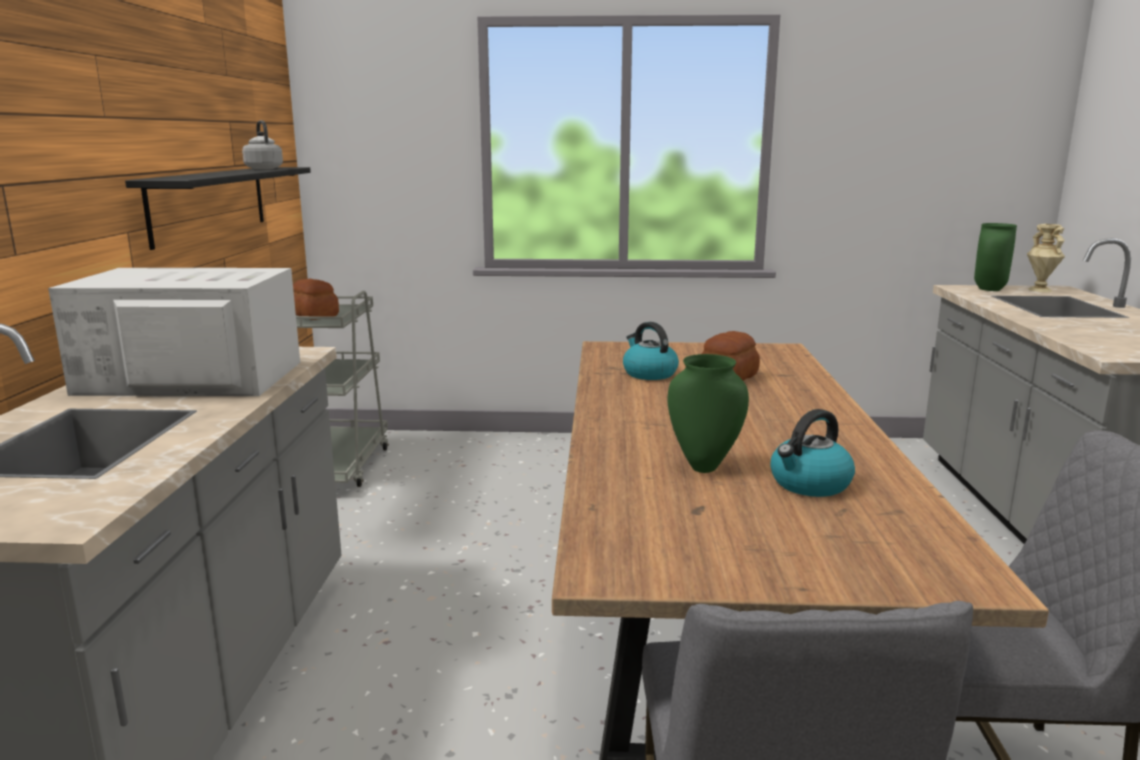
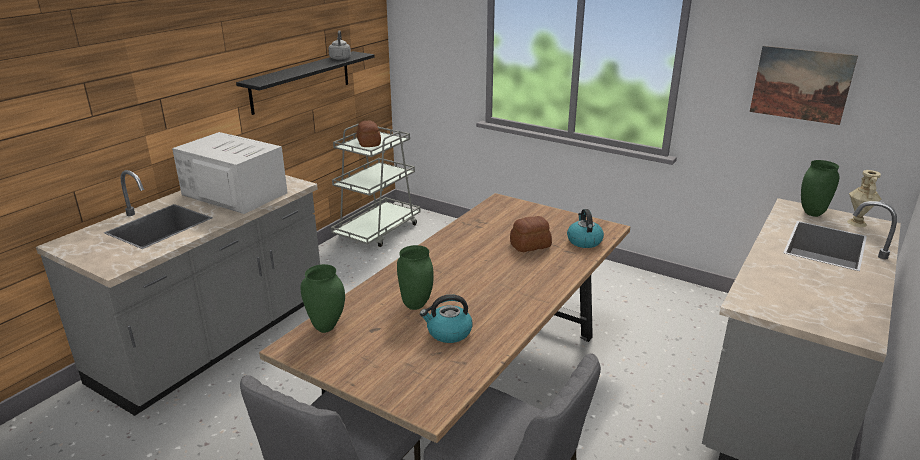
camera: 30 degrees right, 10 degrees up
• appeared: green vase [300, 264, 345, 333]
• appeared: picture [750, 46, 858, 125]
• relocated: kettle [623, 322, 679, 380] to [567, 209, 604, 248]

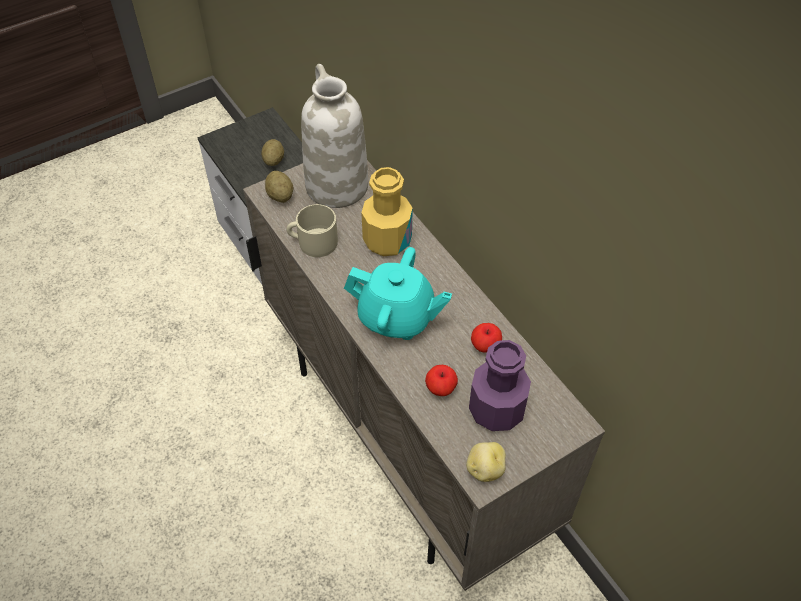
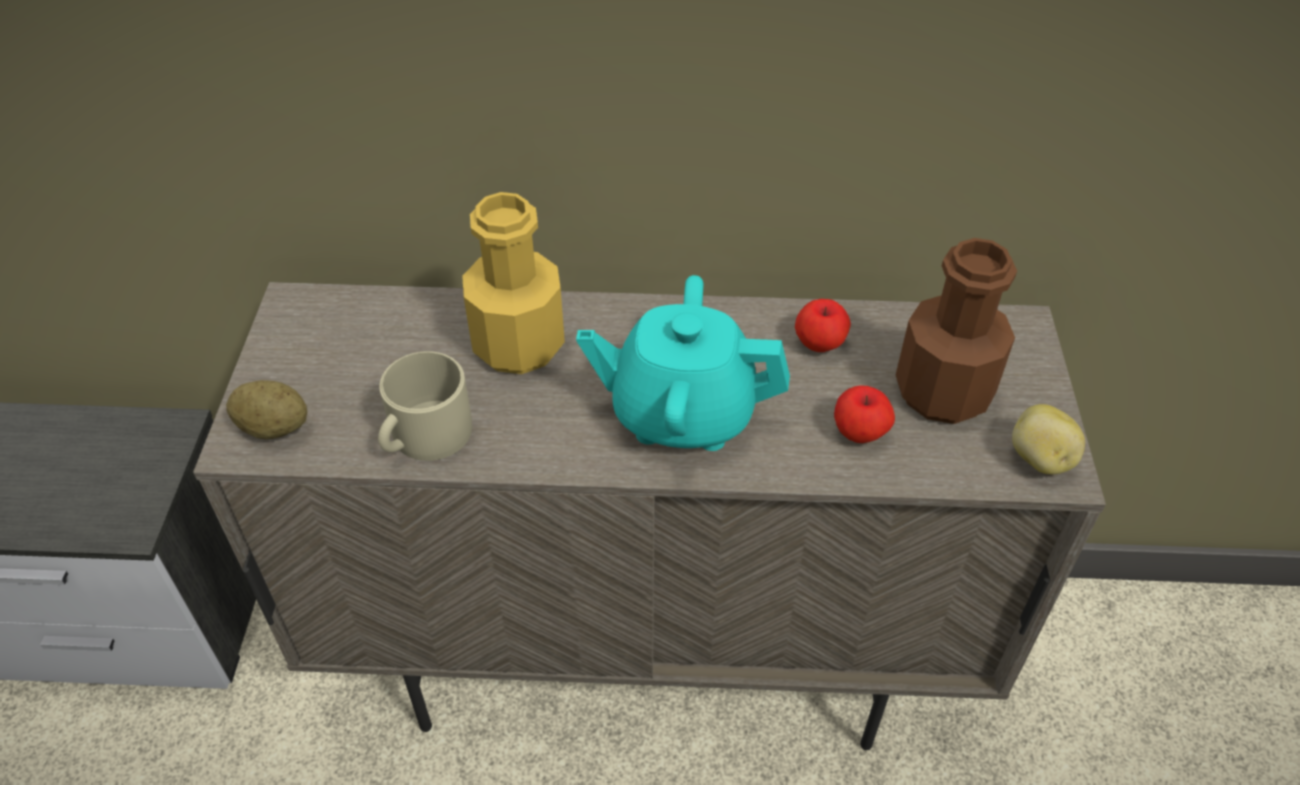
camera: 55 degrees left, 5 degrees down
• missing: potato [261, 139, 284, 166]
• missing: white vase [301, 64, 368, 208]
• colour: purple bottle [469, 340, 531, 431] to brown bottle [896, 238, 1017, 424]
• spun: turquoise teapot [344, 247, 452, 340] = [576, 275, 790, 451] 135 degrees counterclockwise

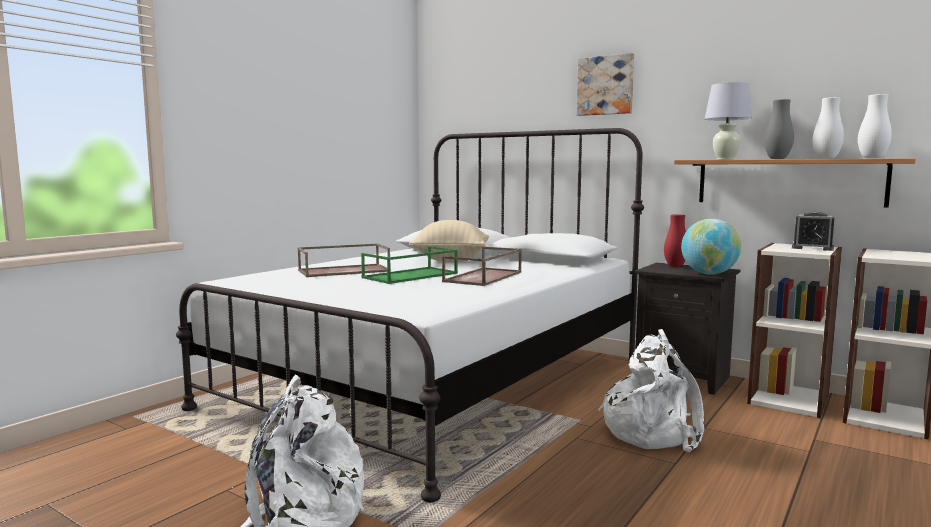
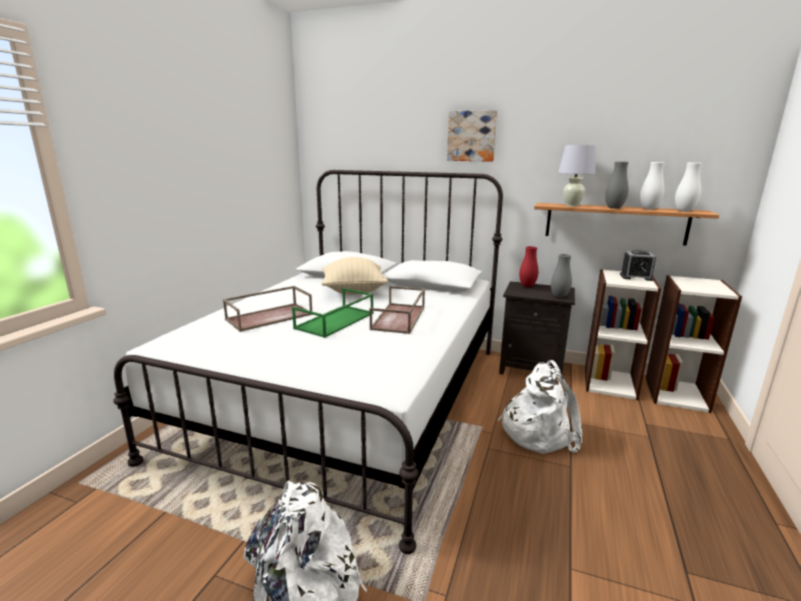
camera: 15 degrees left, 10 degrees up
• exchanged: globe [681, 219, 741, 275] to grey vase [551, 254, 572, 298]

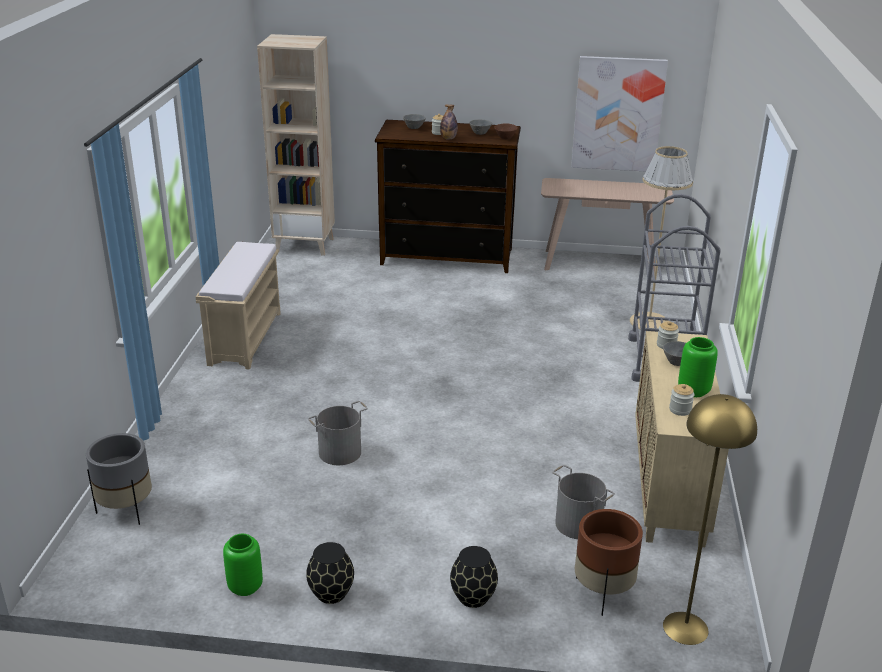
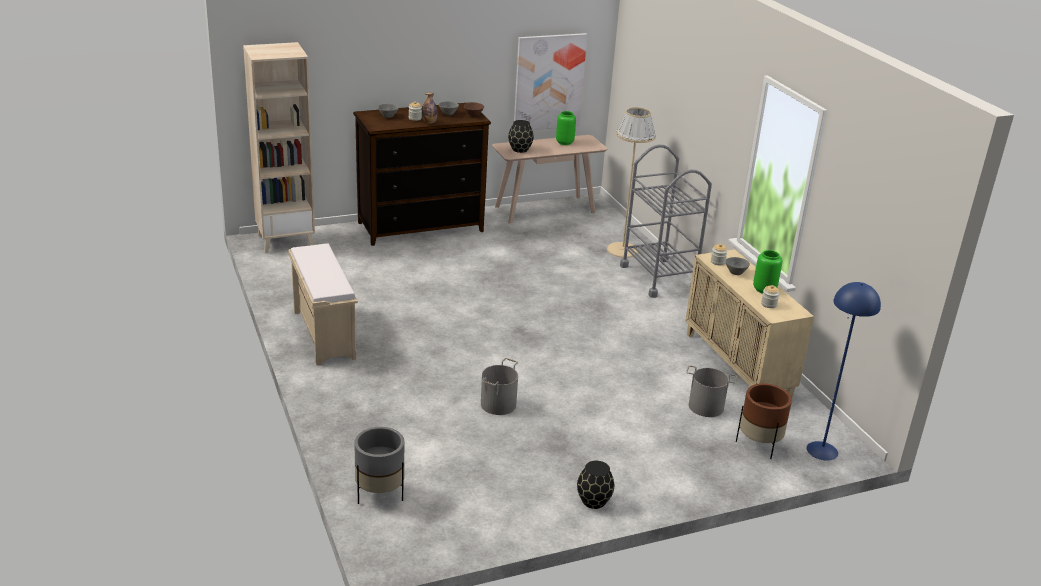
camera: 30 degrees left, 0 degrees up
• relocated: green vase [223, 534, 263, 596] to [556, 111, 576, 145]
• relocated: black vase [450, 546, 498, 608] to [508, 120, 533, 153]
• colour: yellow floor lamp [663, 394, 757, 645] to blue floor lamp [807, 282, 881, 461]

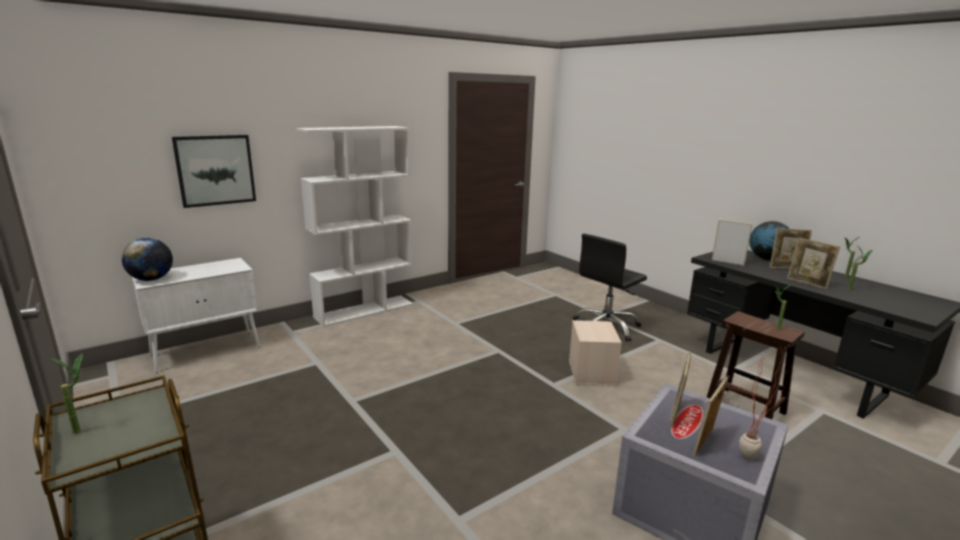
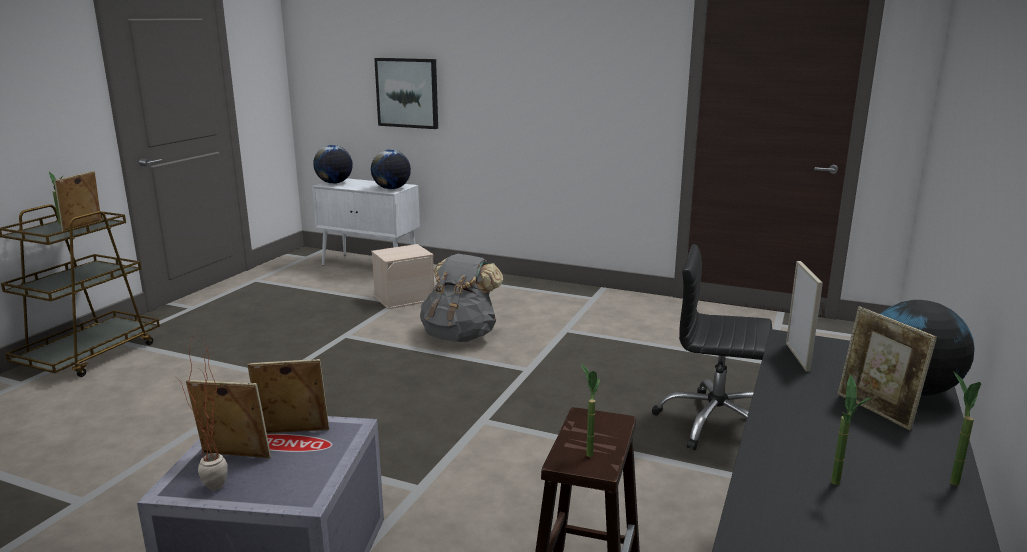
camera: 60 degrees right, 0 degrees up
• missing: white bookcase [296, 126, 413, 327]
• appeared: globe [371, 149, 411, 189]
• appeared: grey backpack [420, 254, 503, 342]
• relocated: beige storage box [569, 320, 622, 386] to [371, 244, 434, 309]
• relocated: picture frame [787, 237, 840, 289] to [54, 171, 101, 231]

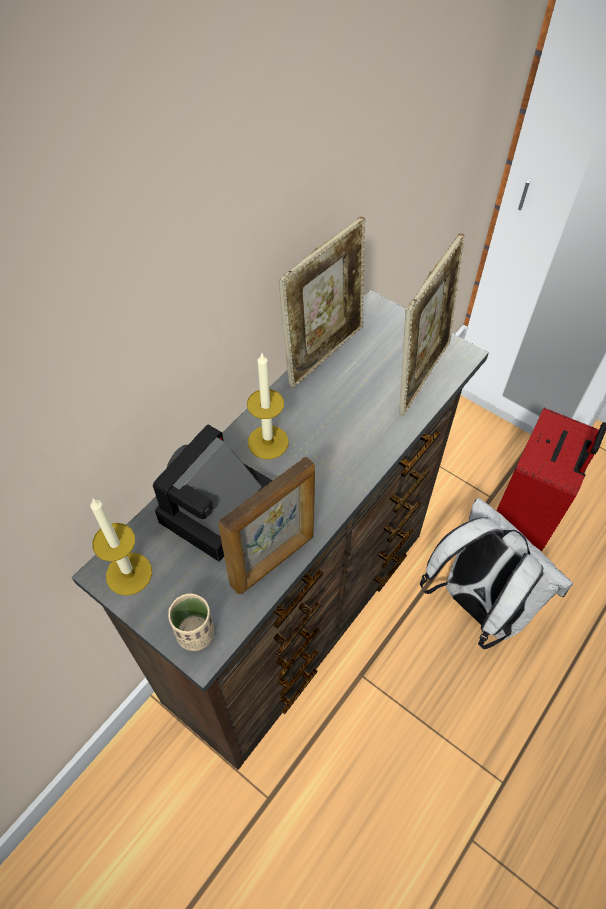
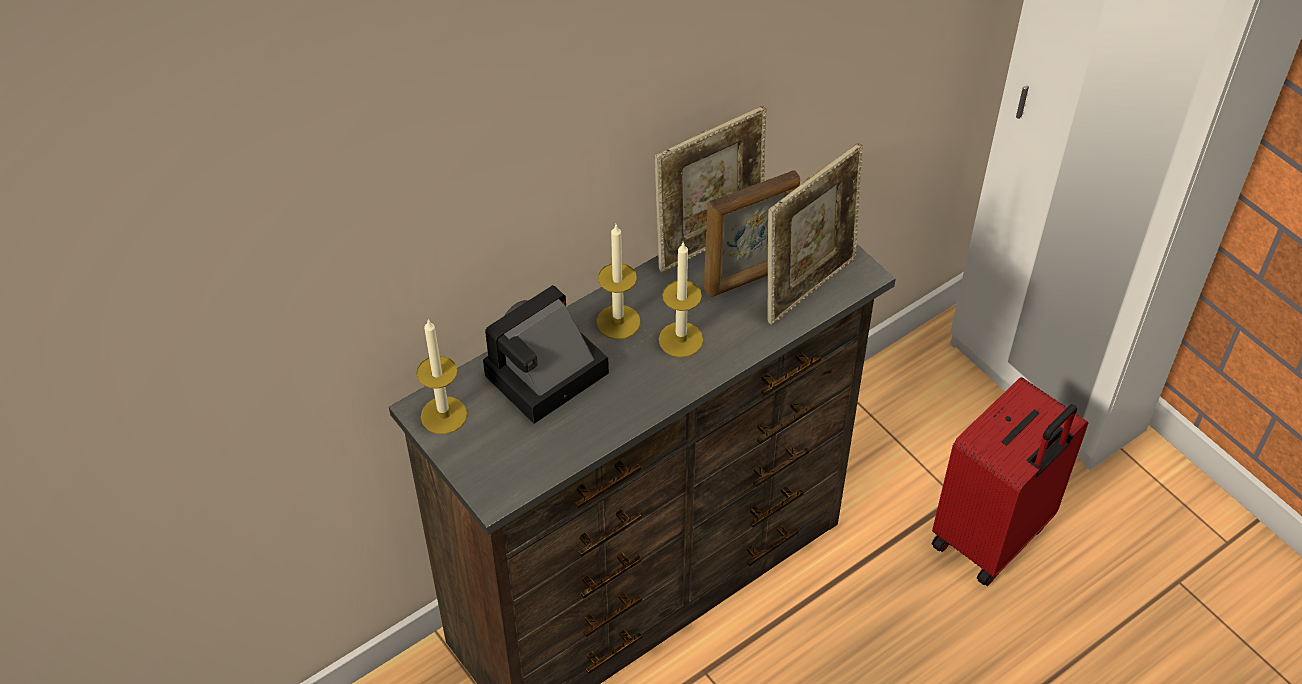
camera: 15 degrees right, 5 degrees down
• missing: beige cup [168, 594, 214, 651]
• missing: white backpack [420, 498, 573, 649]
• appeared: candle [659, 243, 704, 357]
• relocated: picture frame [218, 456, 315, 594] to [704, 170, 800, 297]

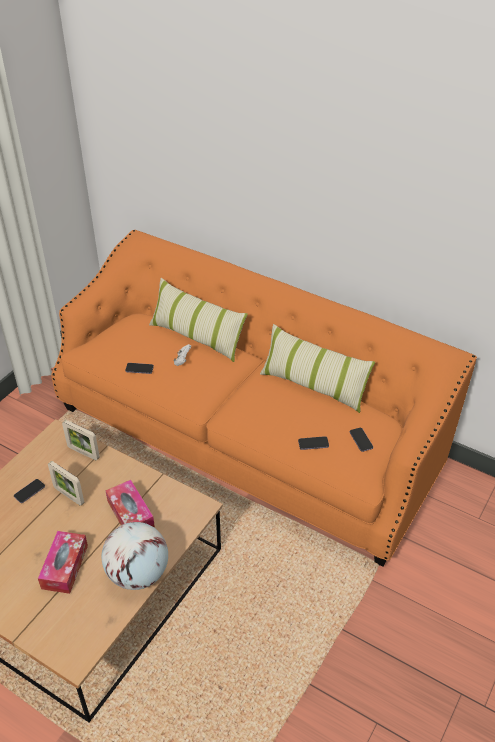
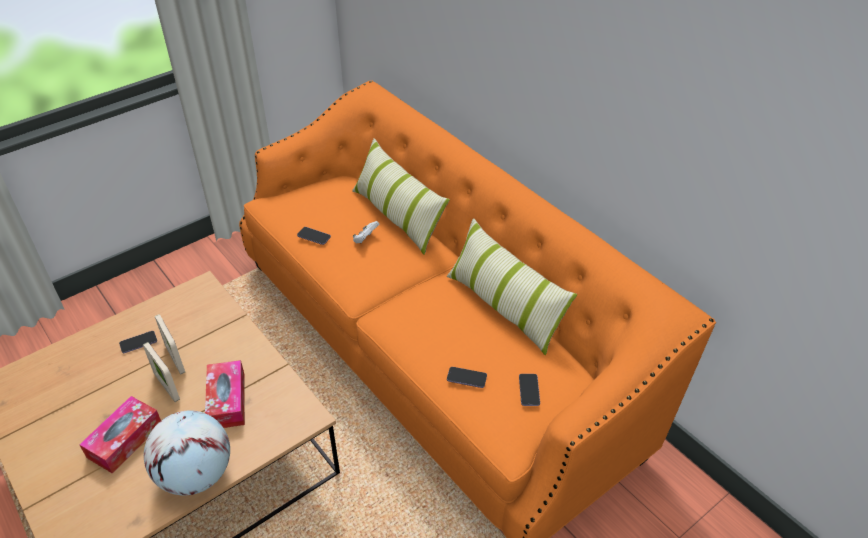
camera: 20 degrees right, 0 degrees up
• relocated: picture frame [62, 420, 100, 460] to [143, 342, 180, 402]

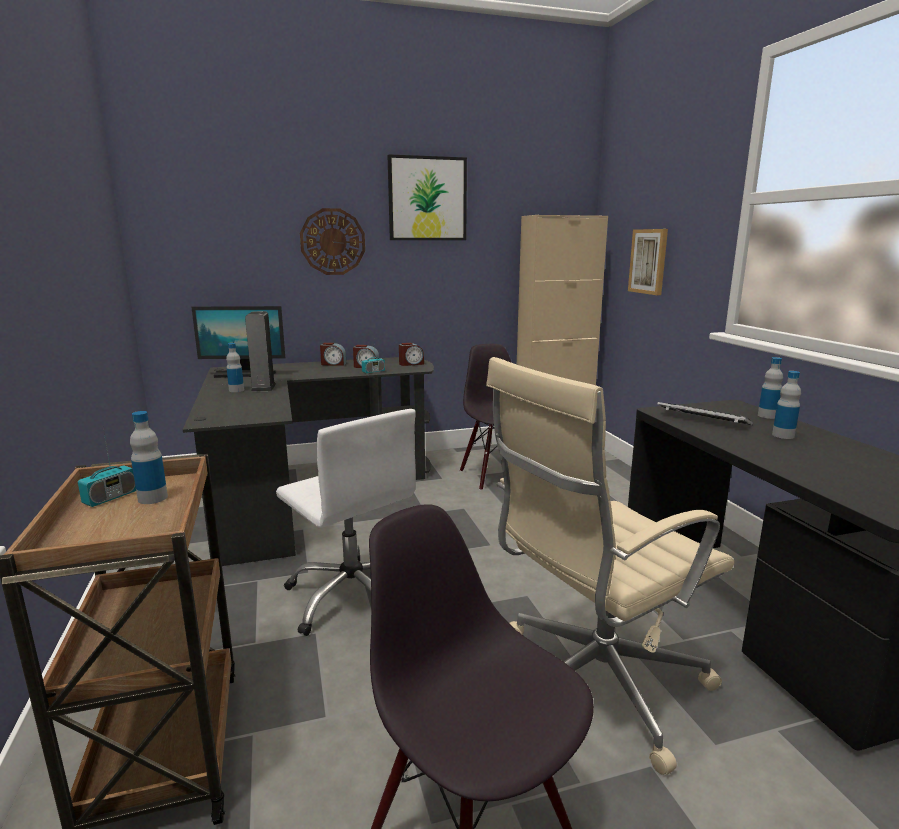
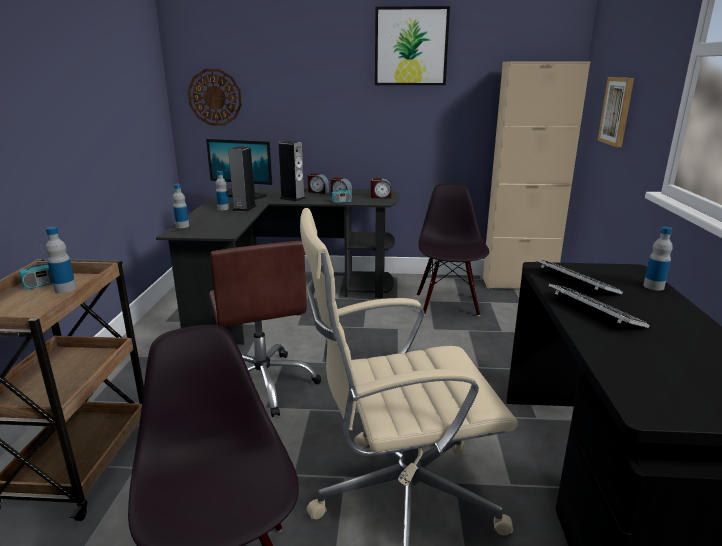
camera: 20 degrees right, 5 degrees up
• appeared: speaker [278, 141, 306, 202]
• appeared: keyboard [549, 284, 650, 328]
• relocated: wall clock [300, 208, 365, 275] to [188, 69, 242, 126]
• relocated: bottle [772, 371, 801, 439] to [173, 184, 189, 228]
• colour: white office chair [276, 409, 416, 636] to brown office chair [209, 241, 321, 417]

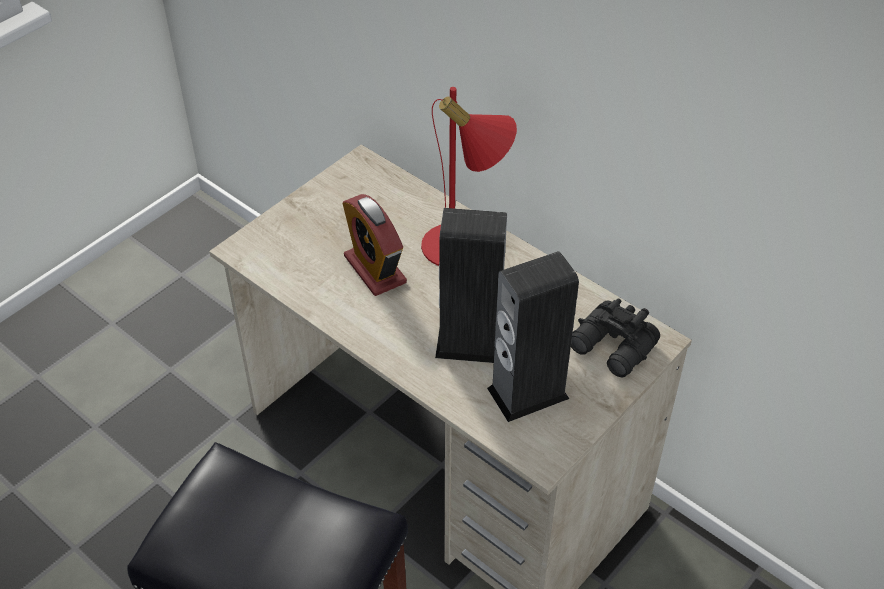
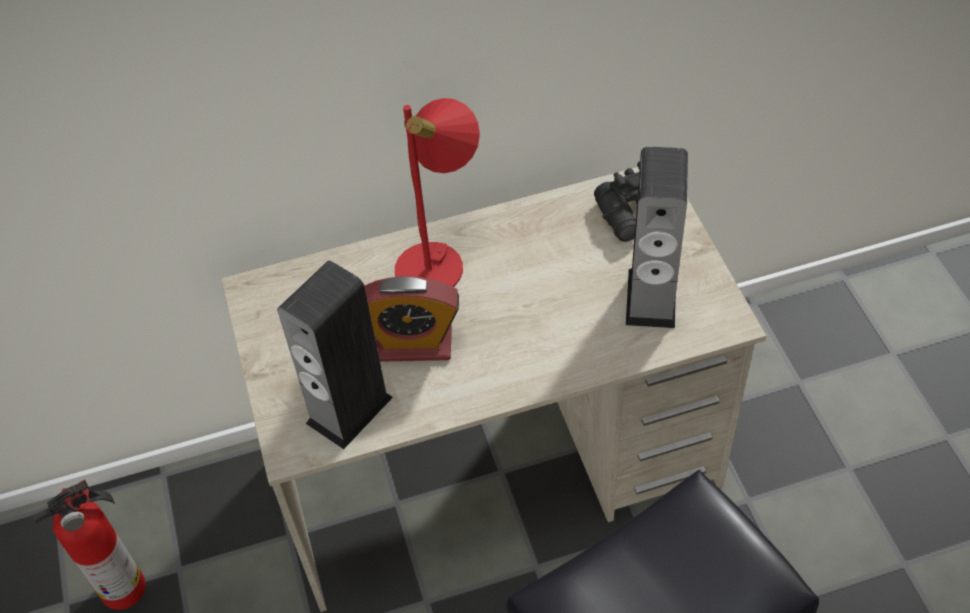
camera: 55 degrees left, 5 degrees up
• appeared: fire extinguisher [33, 480, 146, 610]
• relocated: speaker [435, 208, 507, 363] to [277, 260, 393, 449]

